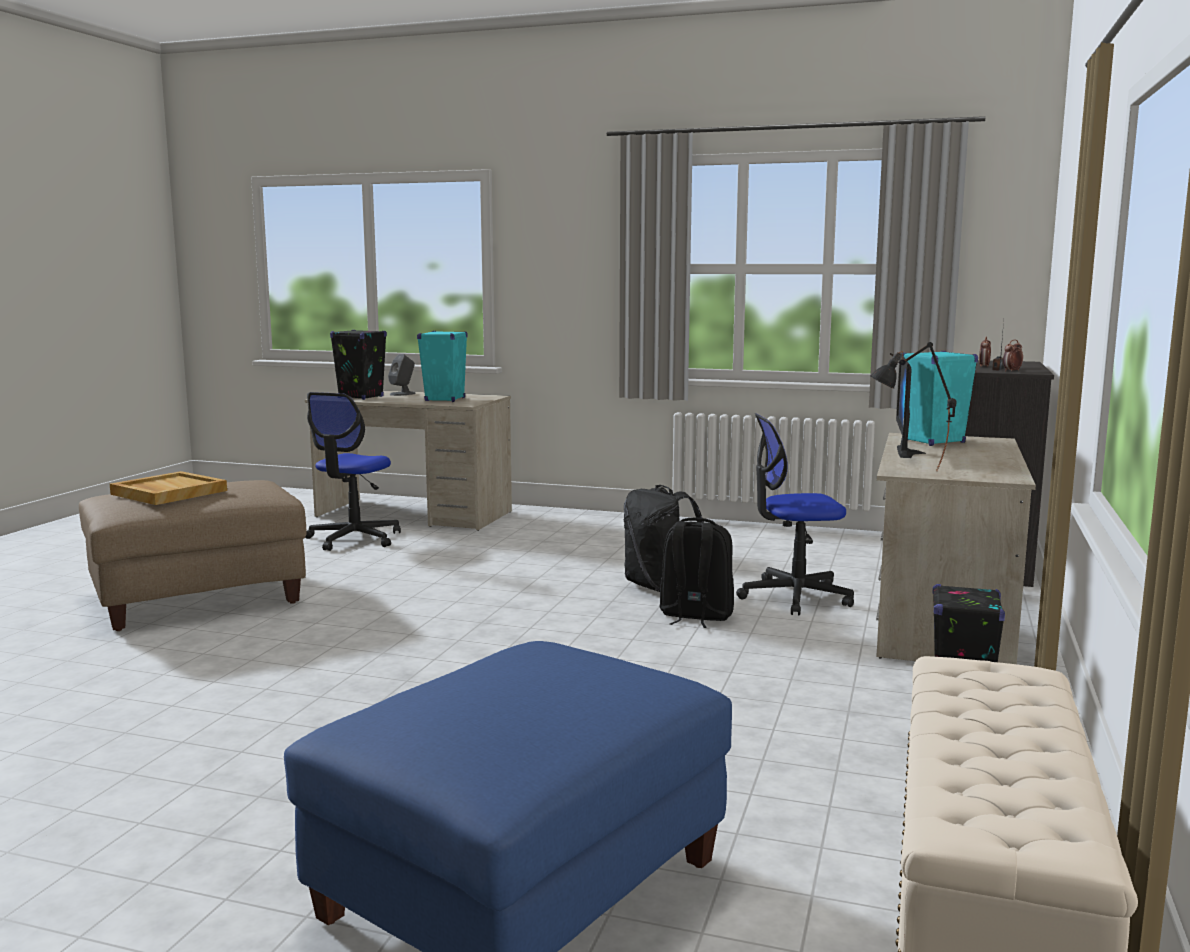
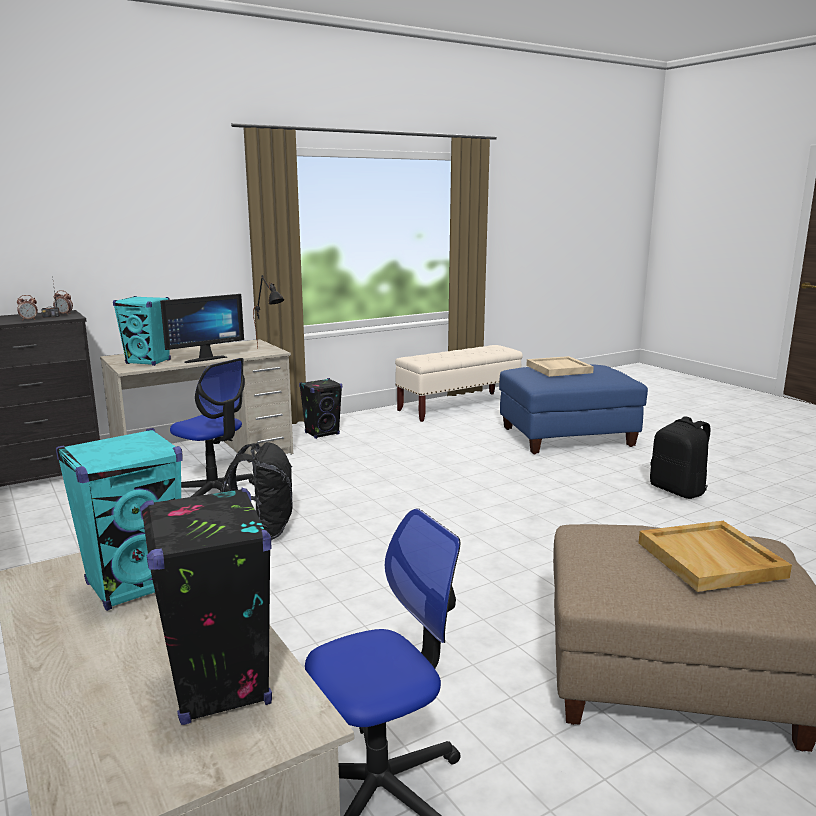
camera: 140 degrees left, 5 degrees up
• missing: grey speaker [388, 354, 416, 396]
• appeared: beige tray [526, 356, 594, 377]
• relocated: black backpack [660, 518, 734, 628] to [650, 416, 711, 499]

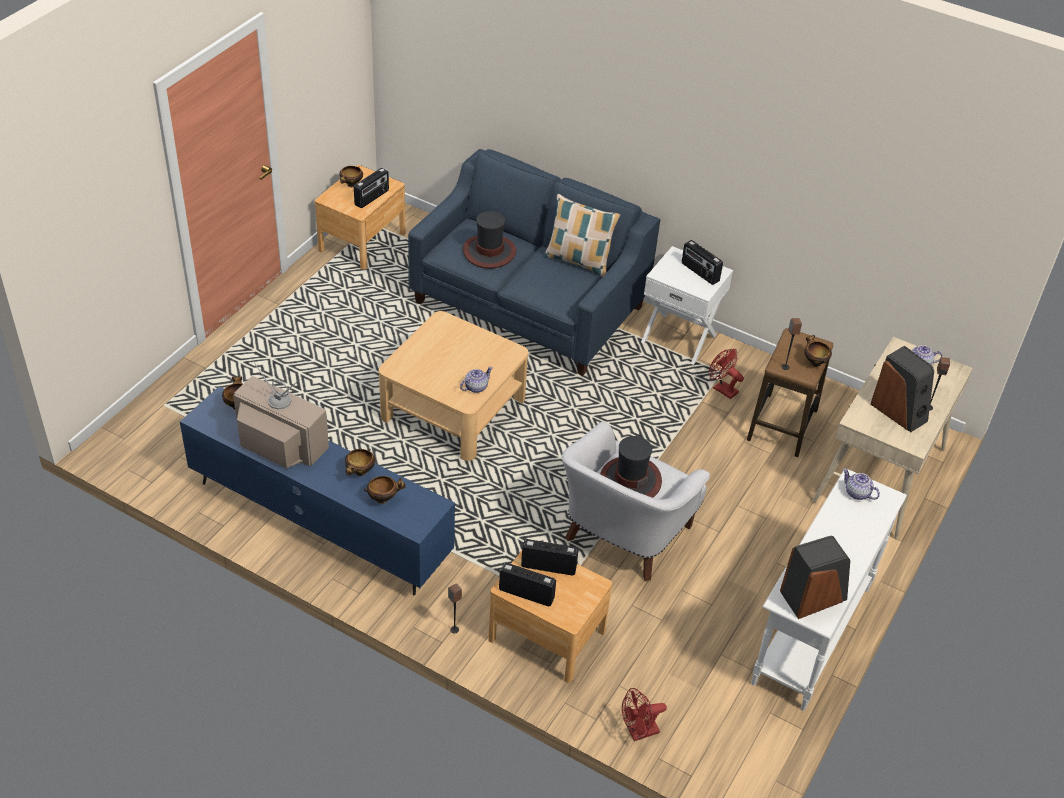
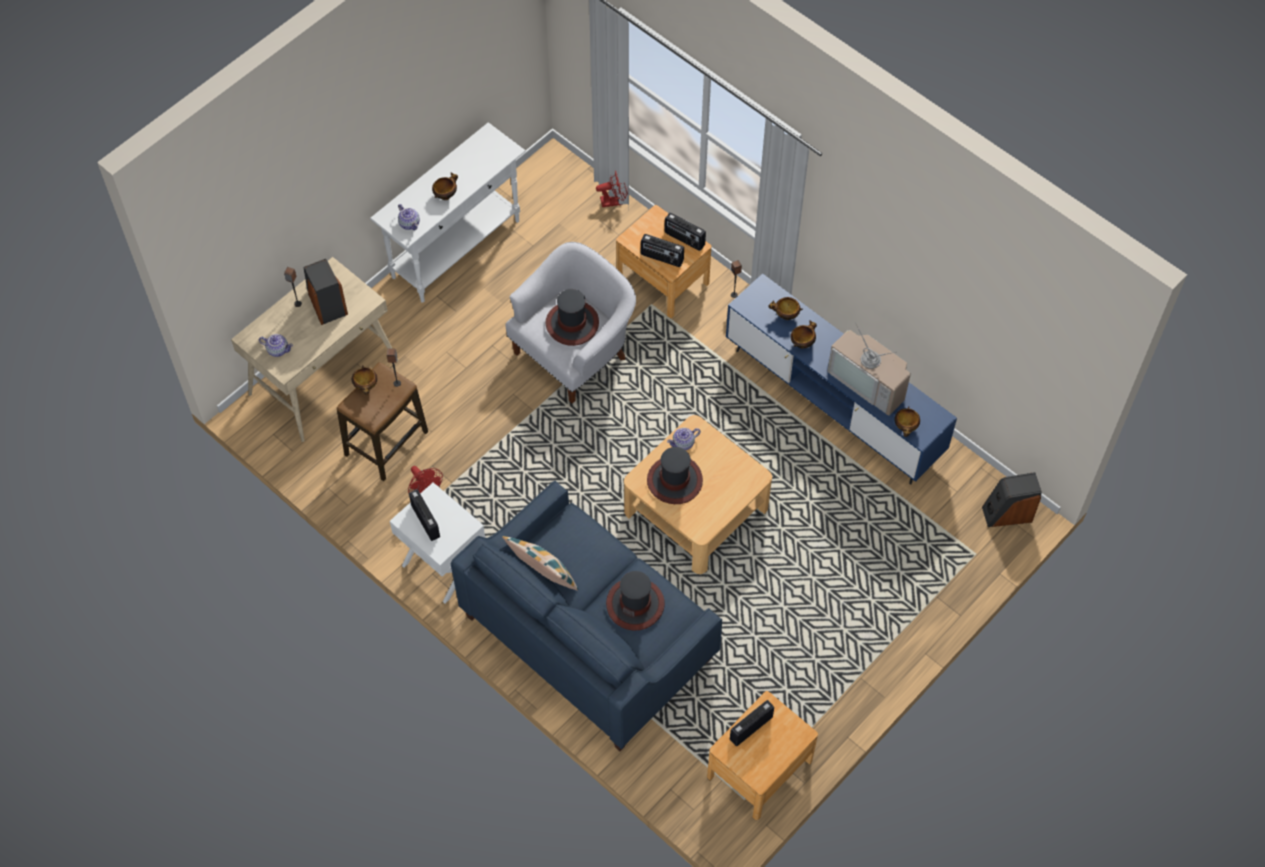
camera: 165 degrees left, 15 degrees up
• appeared: hat [647, 447, 703, 504]
• relocated: bowl [340, 166, 363, 187] to [432, 172, 458, 200]
• relocated: speaker [780, 536, 850, 619] to [982, 472, 1042, 527]

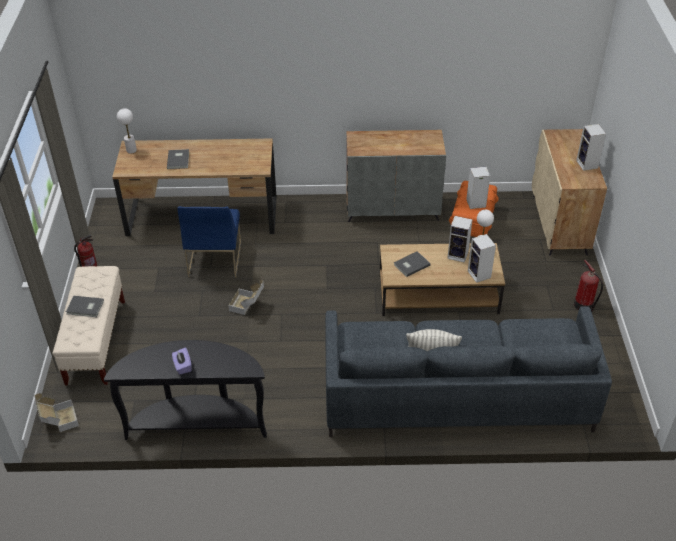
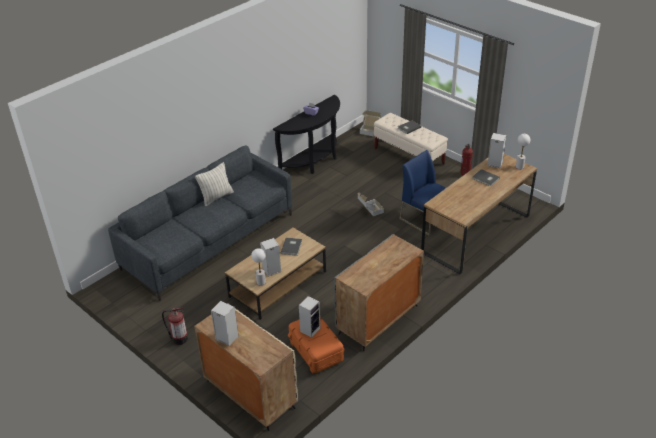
camera: 135 degrees right, 5 degrees down
• relocated: speaker [468, 234, 496, 283] to [487, 133, 506, 168]

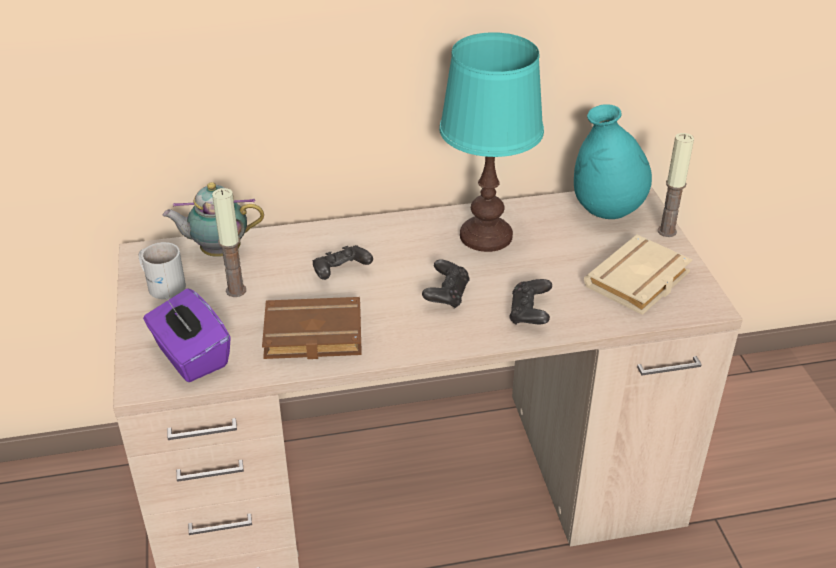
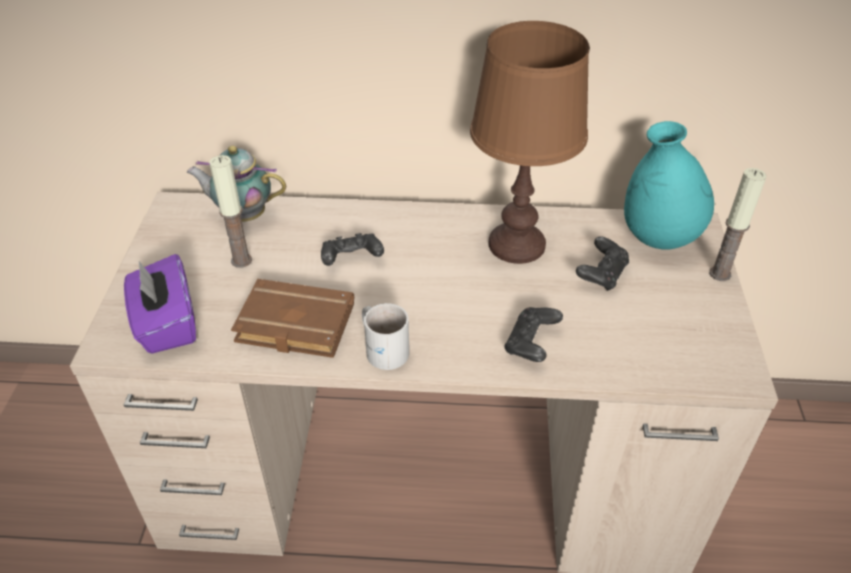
camera: 15 degrees right, 5 degrees up
• missing: beige book [584, 235, 692, 315]
• relocated: white mug [139, 242, 186, 299] to [362, 303, 409, 370]
• relocated: black game controller [422, 259, 470, 309] to [576, 237, 629, 291]
• colour: turquoise table lamp [439, 32, 544, 252] to brown table lamp [470, 21, 589, 264]

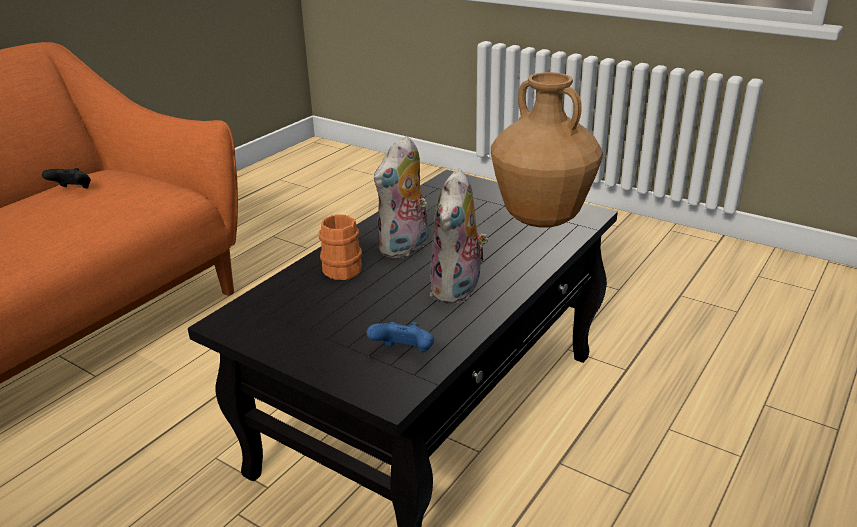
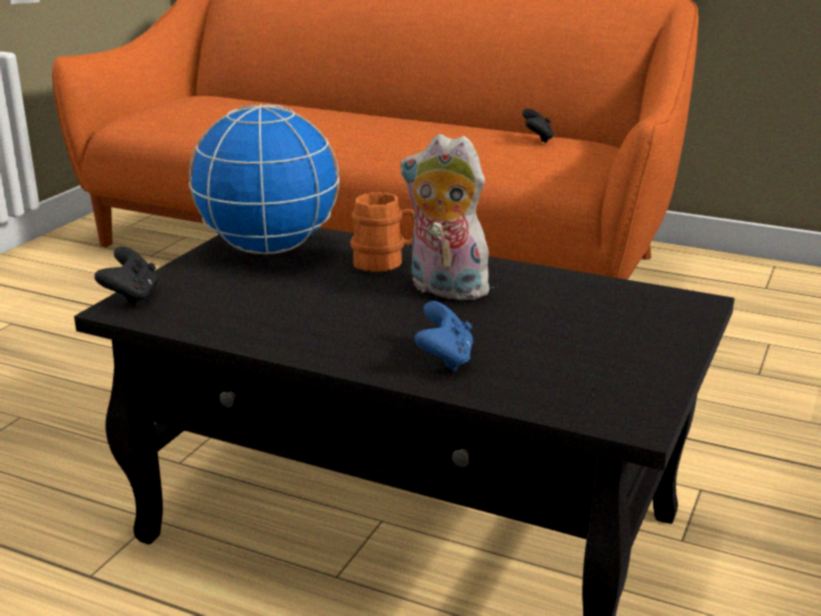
camera: 80 degrees right, 5 degrees down
• missing: plush toy [430, 168, 488, 304]
• missing: brown vase [491, 72, 603, 228]
• appeared: black game controller [94, 246, 158, 306]
• appeared: globe [189, 104, 339, 254]
• relocated: blue game controller [367, 322, 434, 352] to [414, 301, 473, 371]

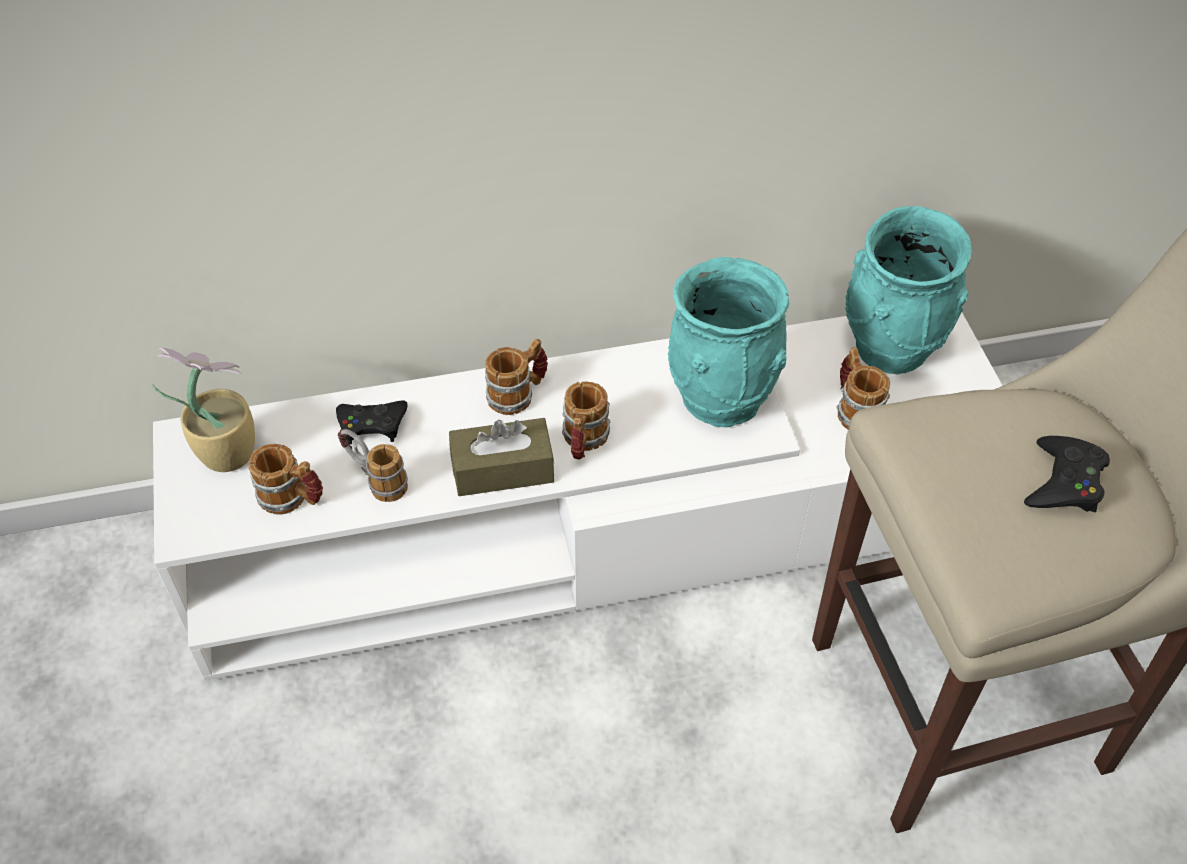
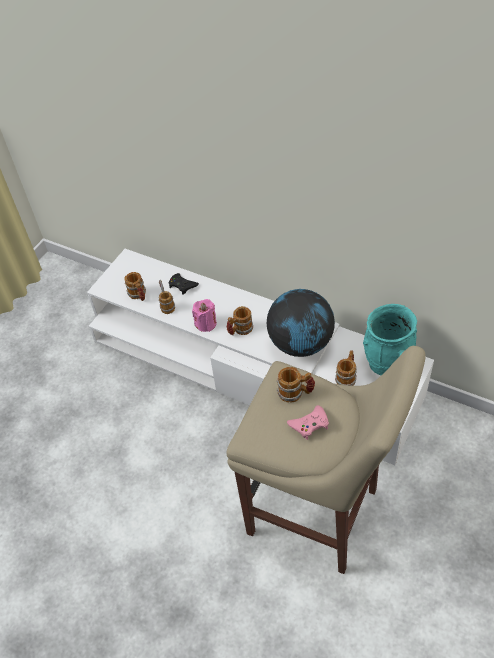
camera: 45 degrees right, 0 degrees up
• missing: potted plant [152, 348, 255, 472]
• relocated: mug [485, 339, 548, 415] to [277, 367, 315, 403]
• exchanged: brown tissue box [449, 418, 554, 496] to pink candle [192, 299, 217, 332]
• exchanged: turquoise vase [668, 257, 789, 427] to globe [267, 289, 335, 357]
• colour: black game controller [1024, 436, 1110, 512] to pink game controller [287, 405, 329, 440]

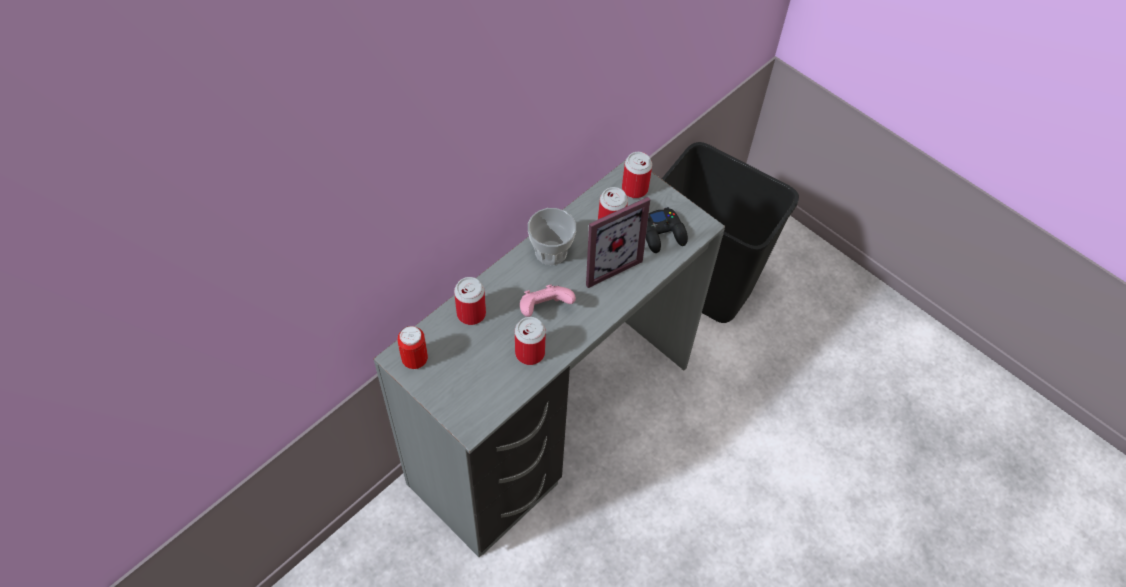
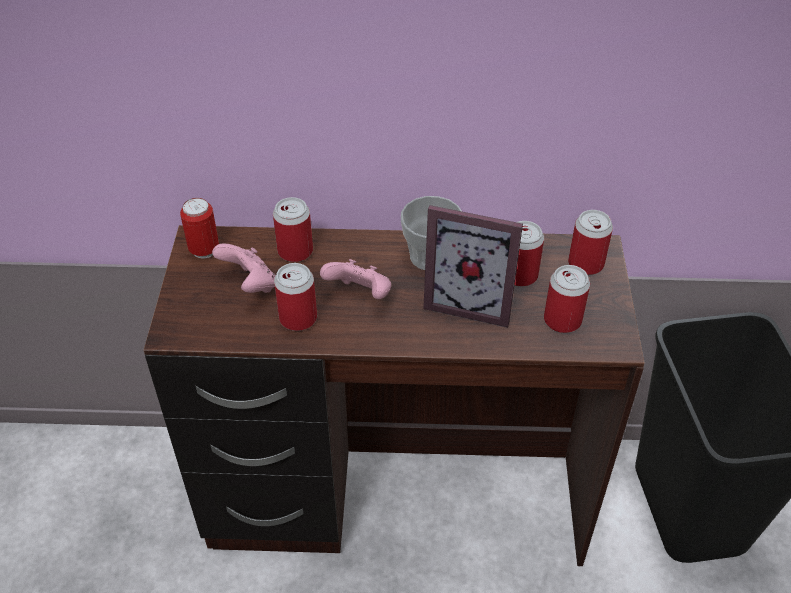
camera: 50 degrees right, 10 degrees down
• appeared: pink game controller [212, 243, 276, 293]
• exchanged: black game controller [646, 207, 688, 253] to can [544, 265, 590, 333]
• colour: grey desk [374, 161, 725, 557] to brown desk [143, 225, 645, 566]

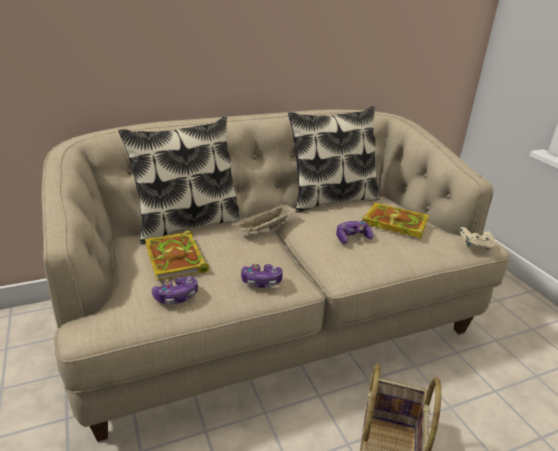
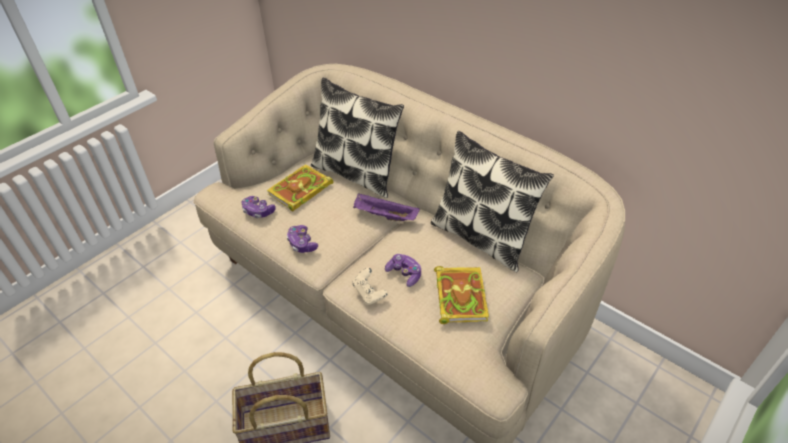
camera: 65 degrees right, 15 degrees up
• relocated: beige game controller [459, 227, 495, 251] to [352, 268, 388, 305]
• colour: beige tray [233, 203, 296, 232] to purple tray [353, 193, 420, 221]

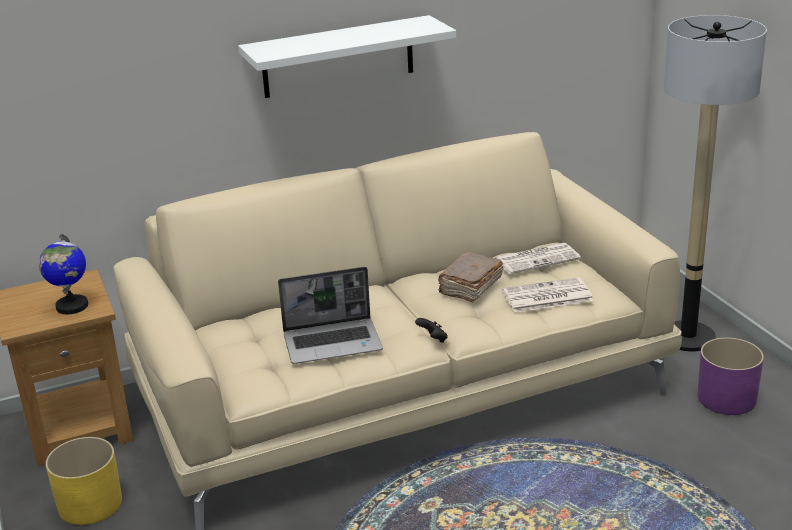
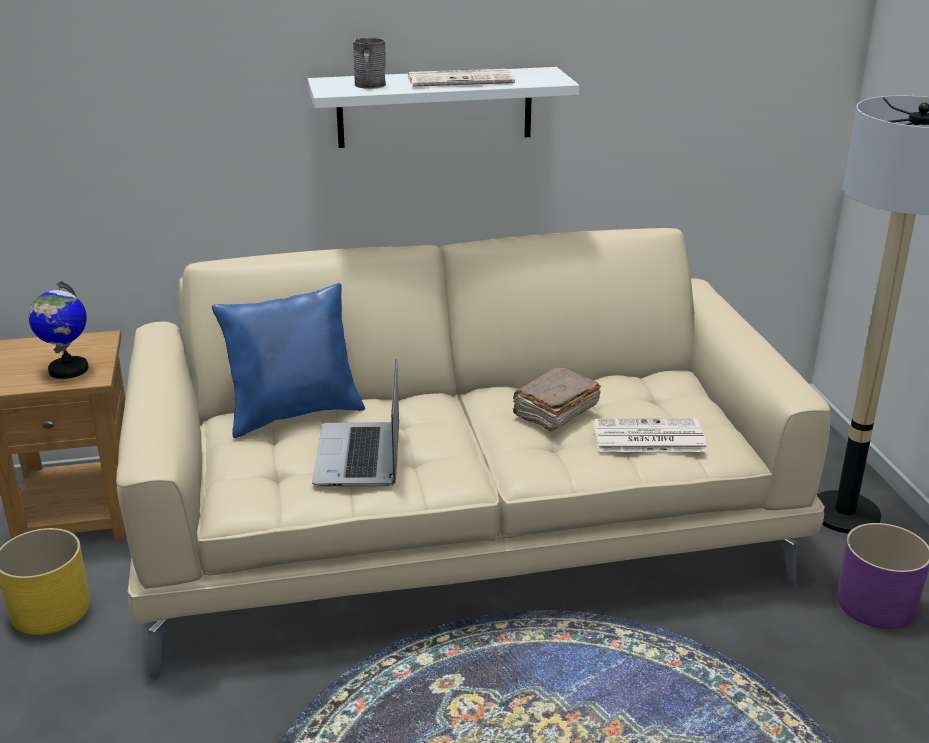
camera: 10 degrees right, 0 degrees up
• missing: black game controller [415, 318, 448, 343]
• appeared: blue pillow [212, 283, 365, 438]
• appeared: grey mug [353, 38, 386, 89]
• relocated: newspaper [495, 243, 581, 274] to [408, 69, 515, 87]
• spun: laptop [278, 267, 383, 364] = [312, 359, 399, 486] 90 degrees clockwise

